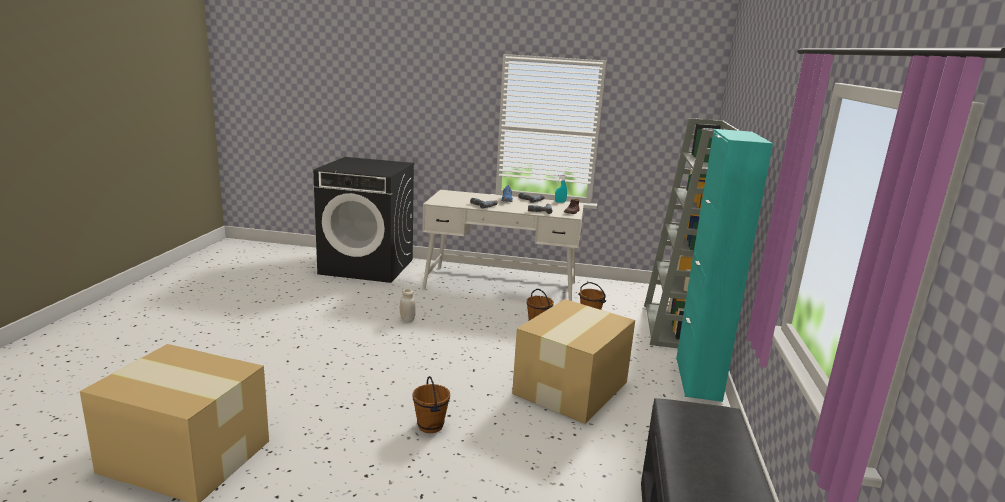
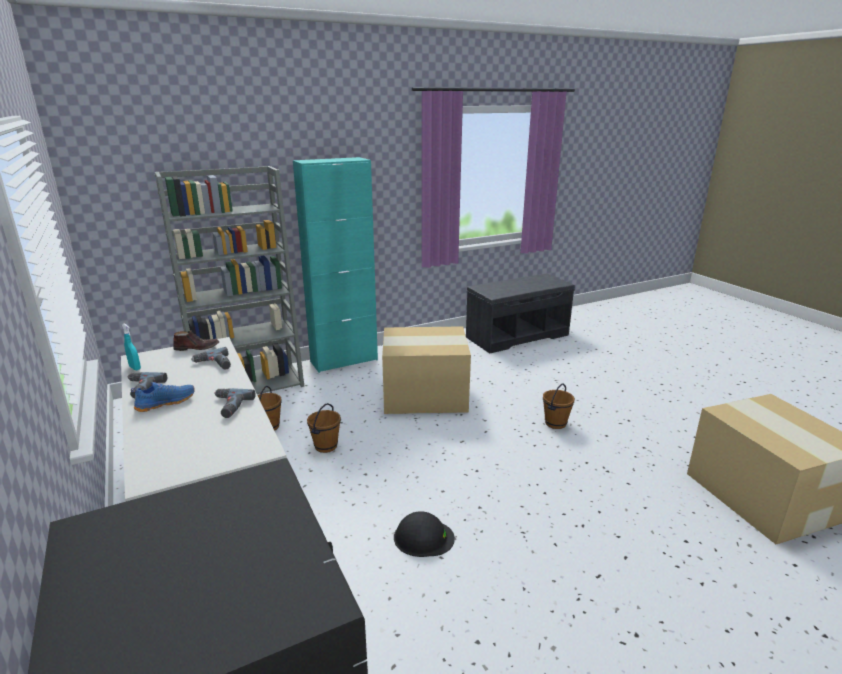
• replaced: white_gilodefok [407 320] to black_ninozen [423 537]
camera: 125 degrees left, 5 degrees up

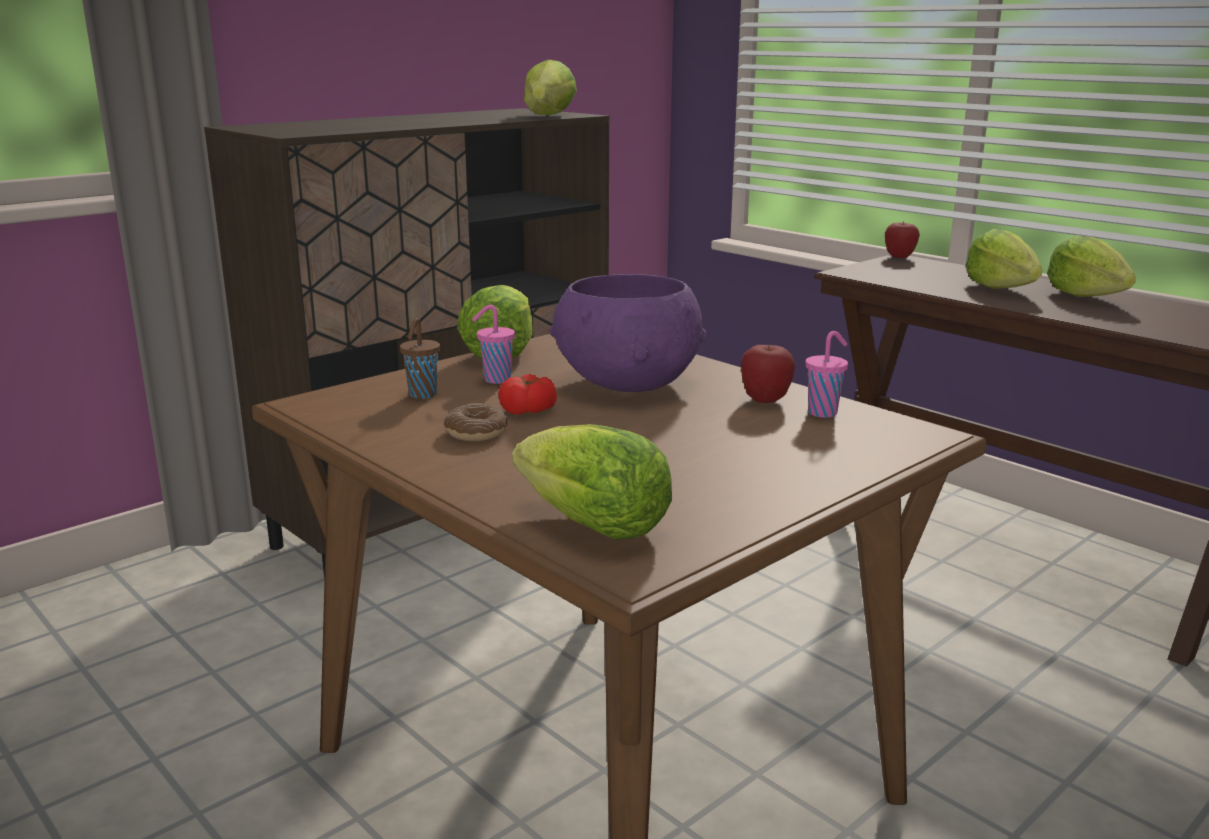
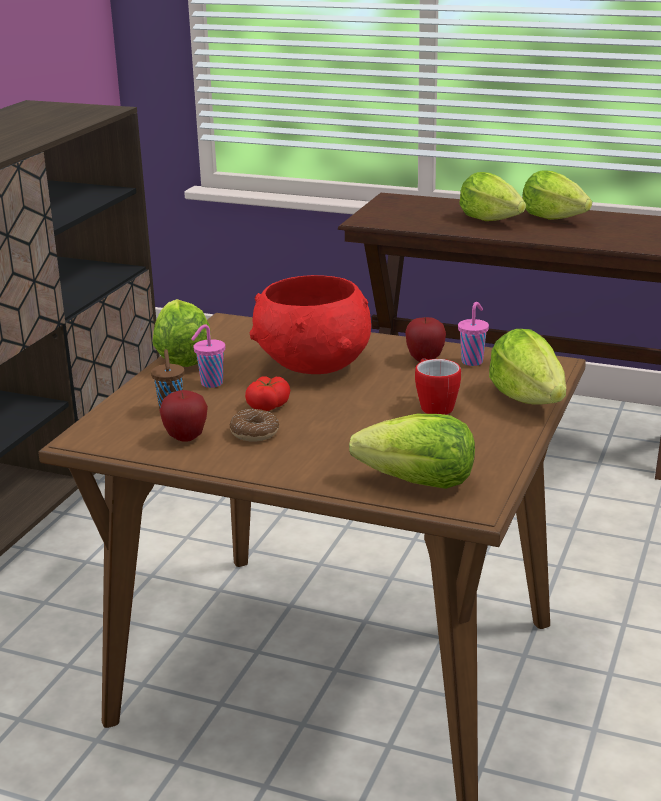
• moved: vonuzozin [548 116] to [528 398]
• recoloured: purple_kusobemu [627 383] to red_kusobemu [313 365]
• moved: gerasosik [899 257] to [186 438]
• added: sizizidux [433 406]
camera: 25 degrees left, 5 degrees up

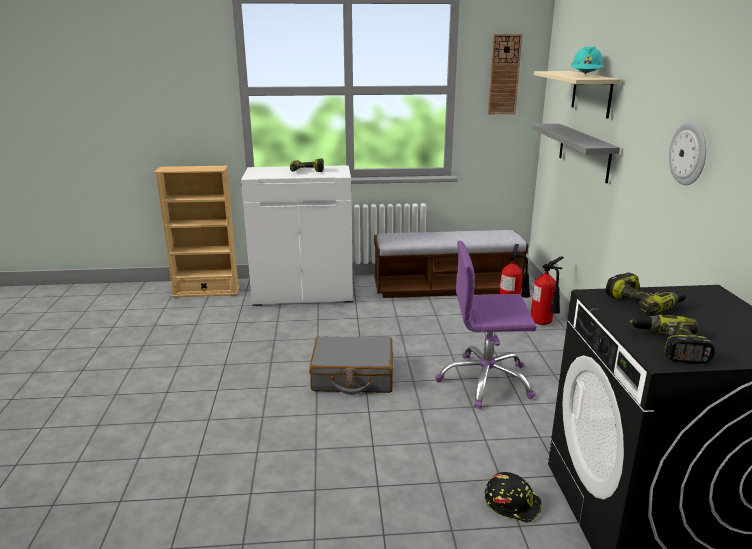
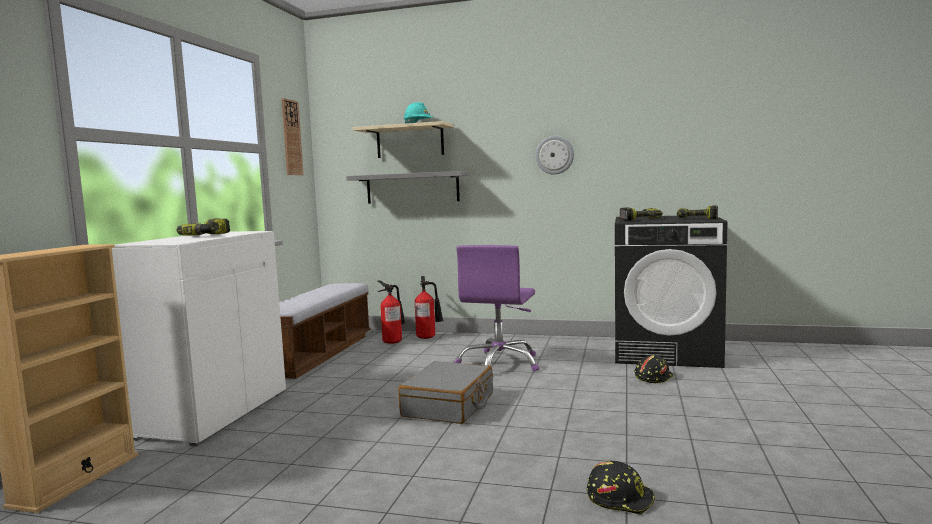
• added: black_ninozen [620 498]
camera: 70 degrees left, 15 degrees down

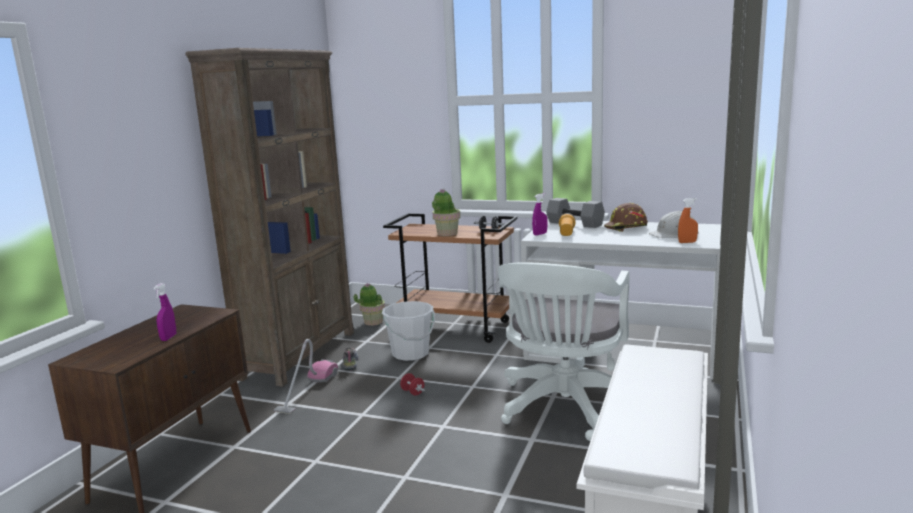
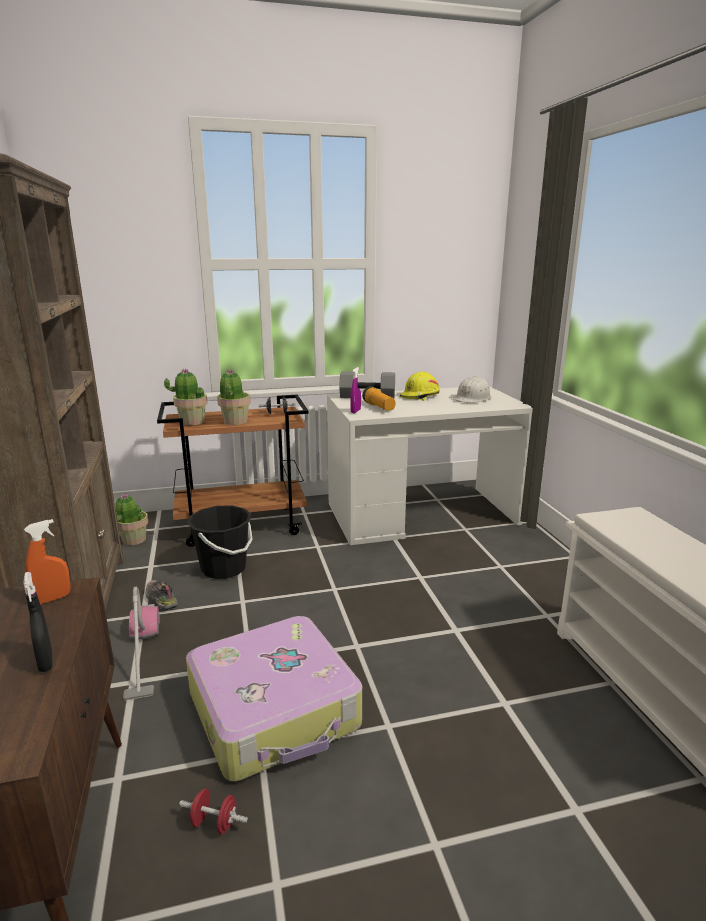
• recoloured: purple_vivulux [168 338] to black_vivulux [45 662]
• recoloured: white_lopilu [410 354] to black_lopilu [224 568]
• moved: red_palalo [412 392] to [214 823]
• removed: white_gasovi [563 408]
• recoloured: brown_ninozen [625 228] to yellow_ninozen [420 396]
• moved: orange_vivulux [687 242] to [52 599]
• added: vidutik [192 421]
• added: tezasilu [275 710]
camera: 35 degrees left, 5 degrees up

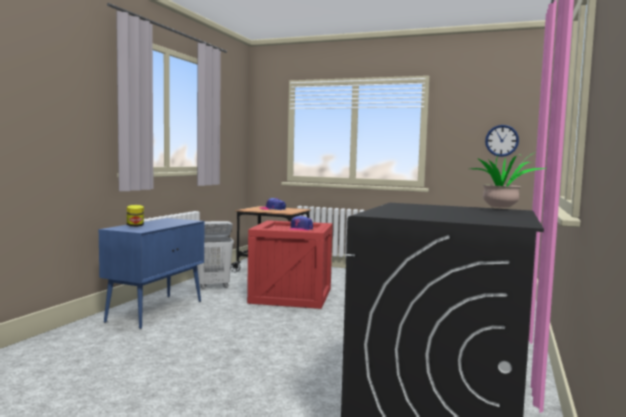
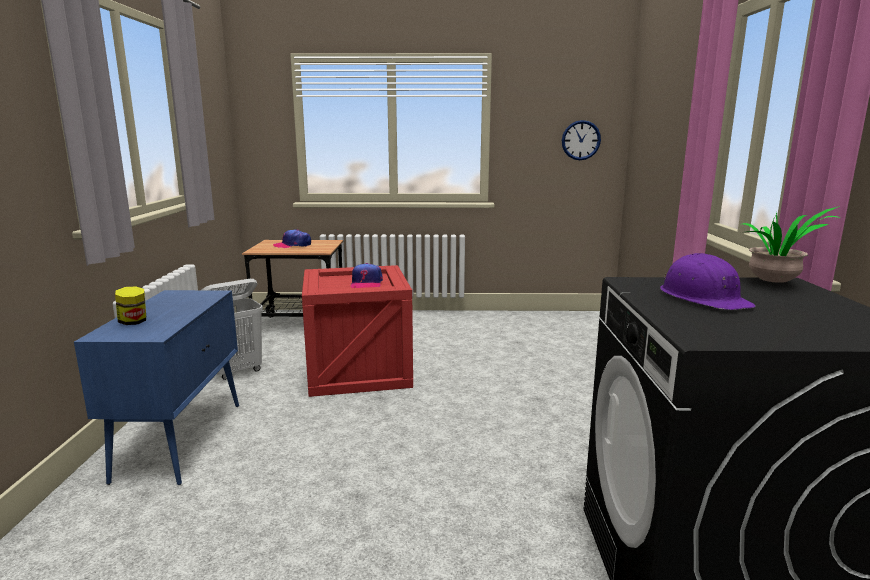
• added: purple_ninozen [703 297]
camera: 20 degrees left, 10 degrees up

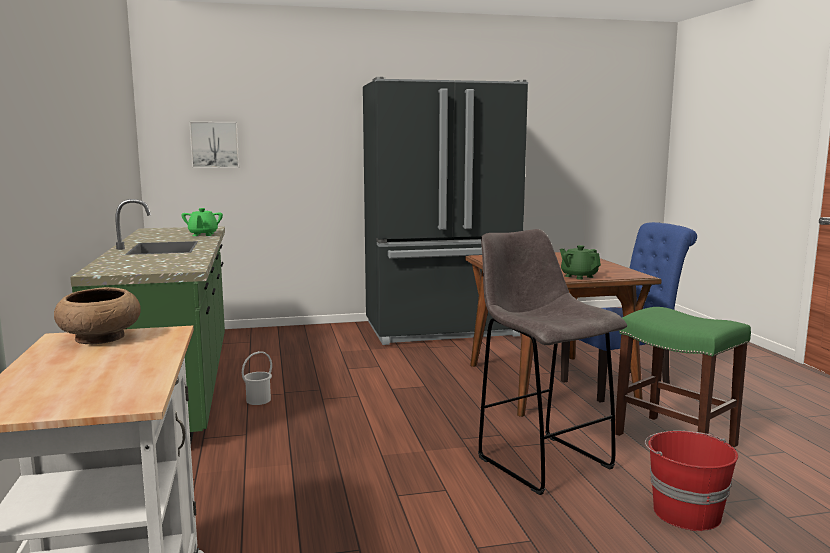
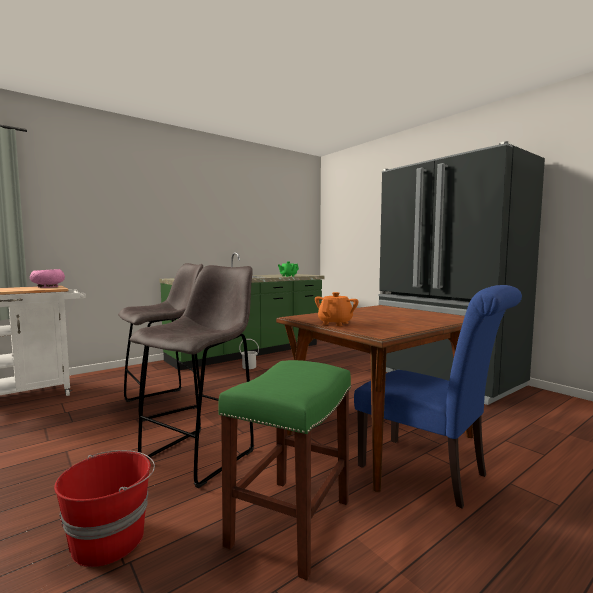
• recoloured: brown_kusobemu [101 338] to pink_kusobemu [48 287]
• removed: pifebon [214 144]
• recoloured: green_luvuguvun [578 276] to orange_luvuguvun [335 323]
• added: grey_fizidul [165 403]
camera: 65 degrees right, 5 degrees down

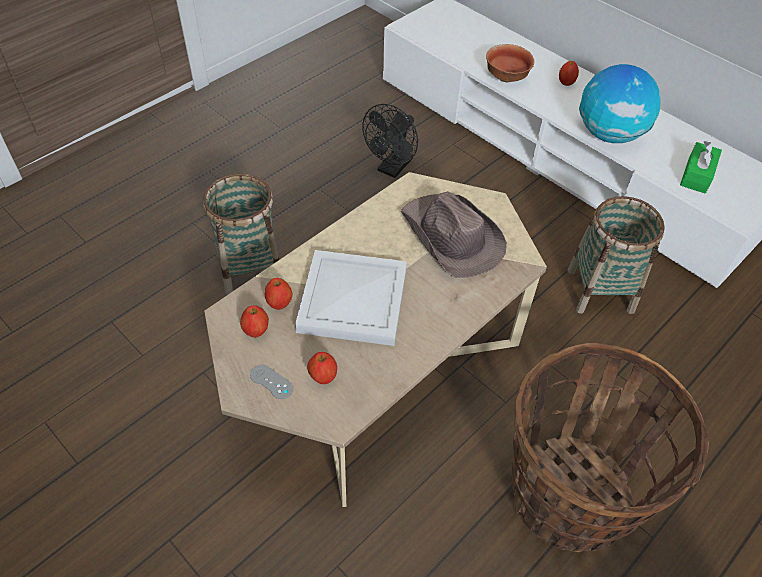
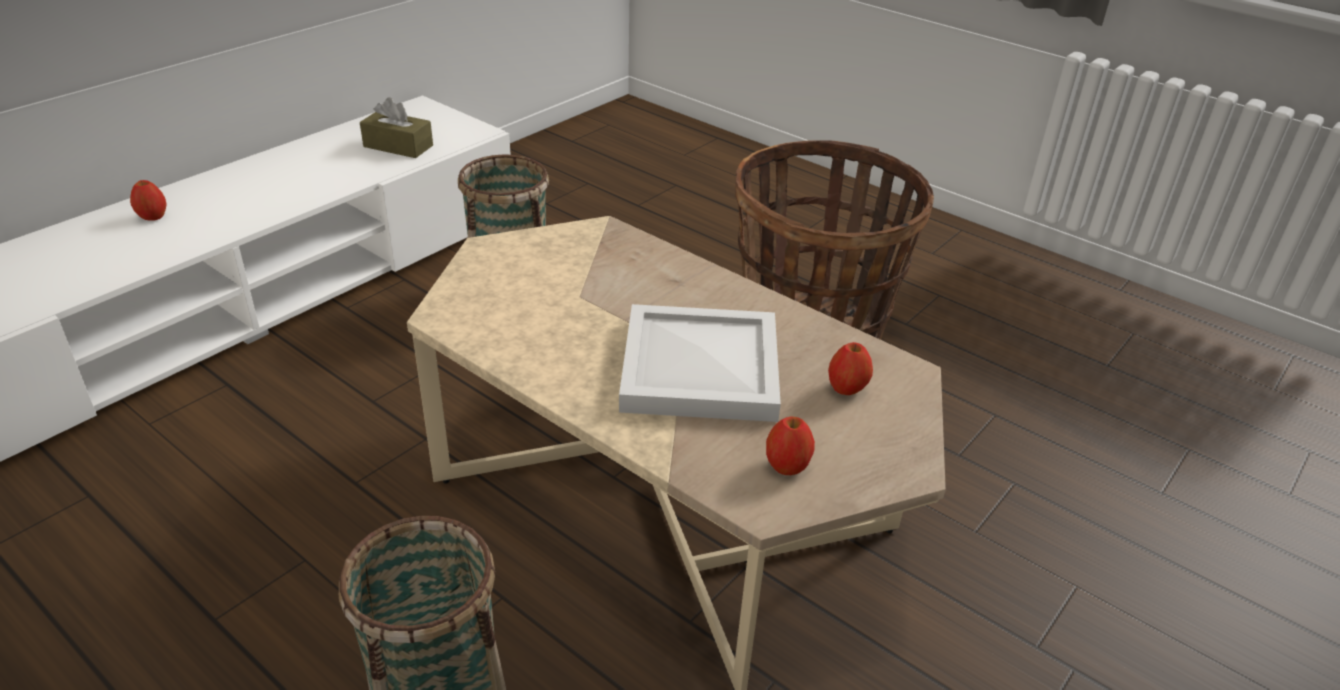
• removed: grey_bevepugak [271 382]
• removed: gerasosik [279 303]
• removed: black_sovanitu [392 169]
• removed: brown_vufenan [451 237]
• removed: kusobemu [507 77]
• removed: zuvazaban [609 134]
• recoloured: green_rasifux [697 175] to brown_rasifux [398 146]
camera: 95 degrees left, 15 degrees down

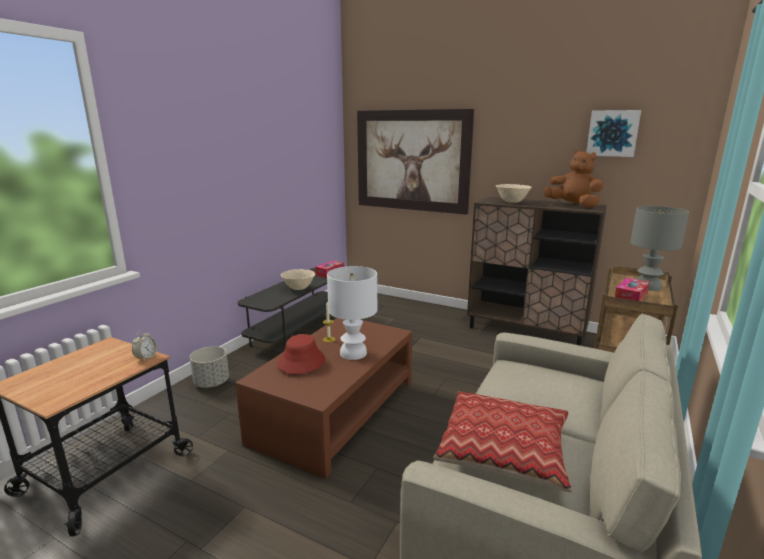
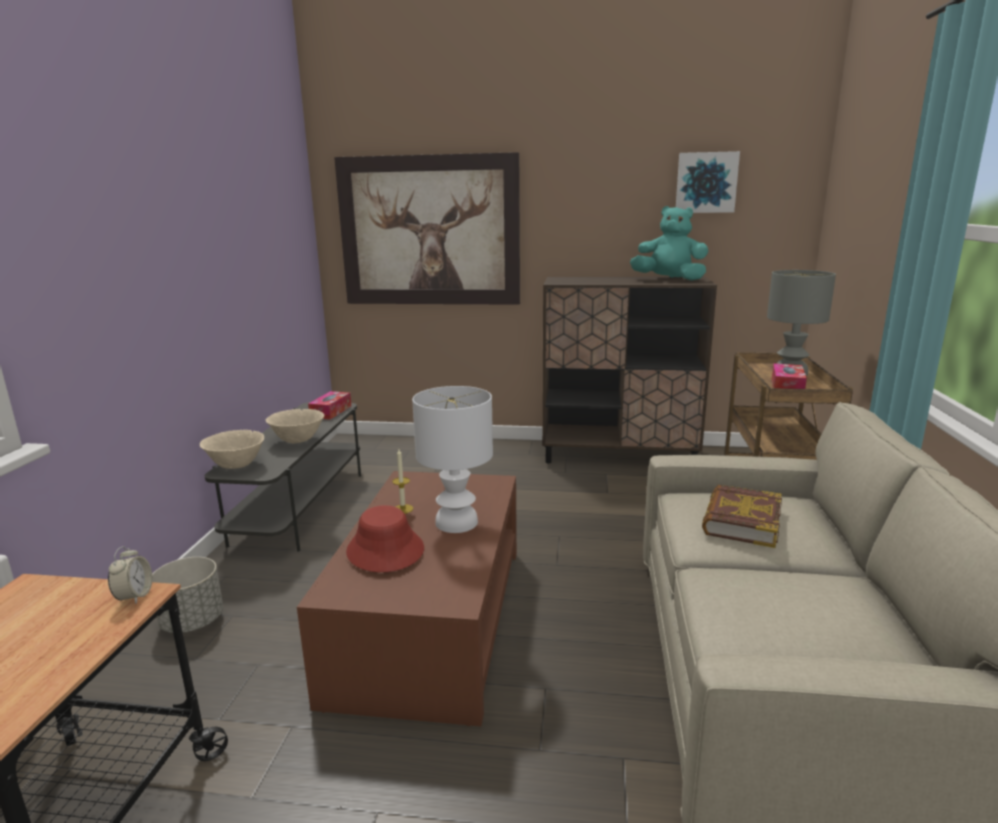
• removed: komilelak [504 449]
• moved: beige_kusobemu [511 202] to [236 466]
• recoloured: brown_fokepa [572 205] to turquoise_fokepa [669 279]
• added: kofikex [741 521]
camera: 20 degrees left, 0 degrees up

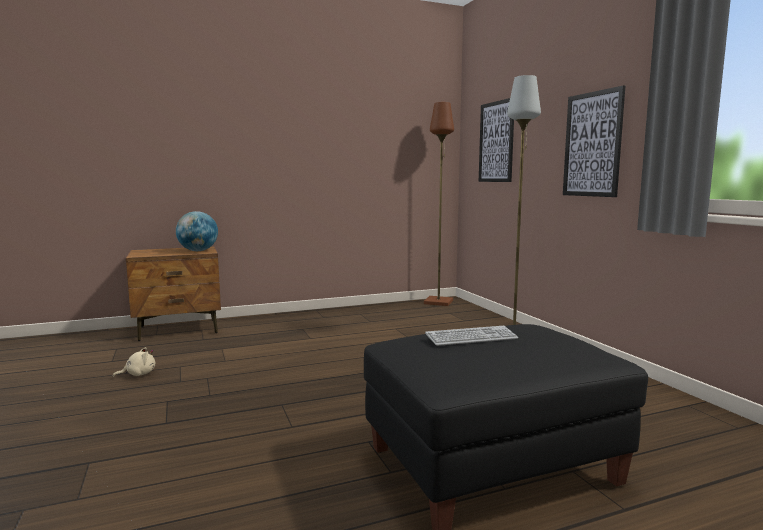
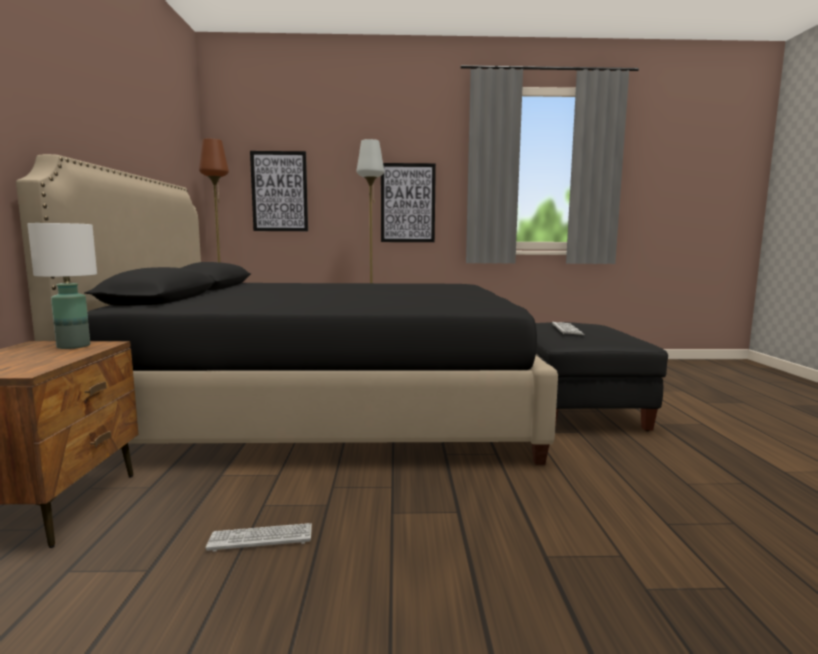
• replaced: beige_fokepa [138 374] to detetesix [261 538]
• replaced: zuvazaban [198 251] to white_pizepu [73 346]
• added: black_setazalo [327 410]
camera: 70 degrees left, 0 degrees up

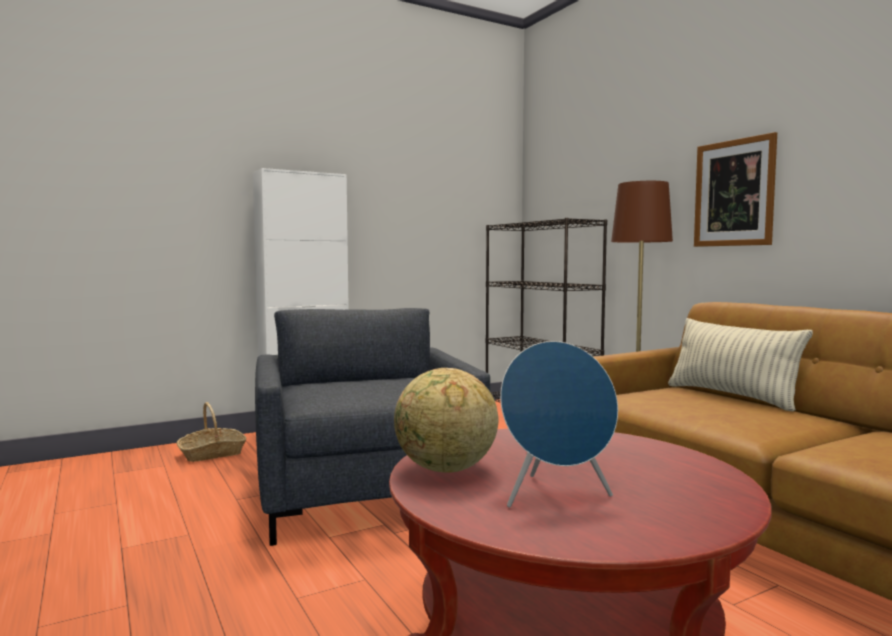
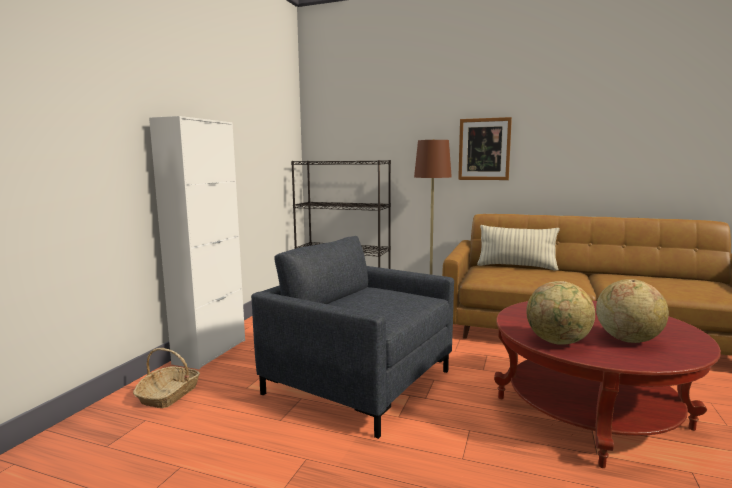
• replaced: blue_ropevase [556 497] to zuvazaban [627 339]
camera: 40 degrees left, 5 degrees up

